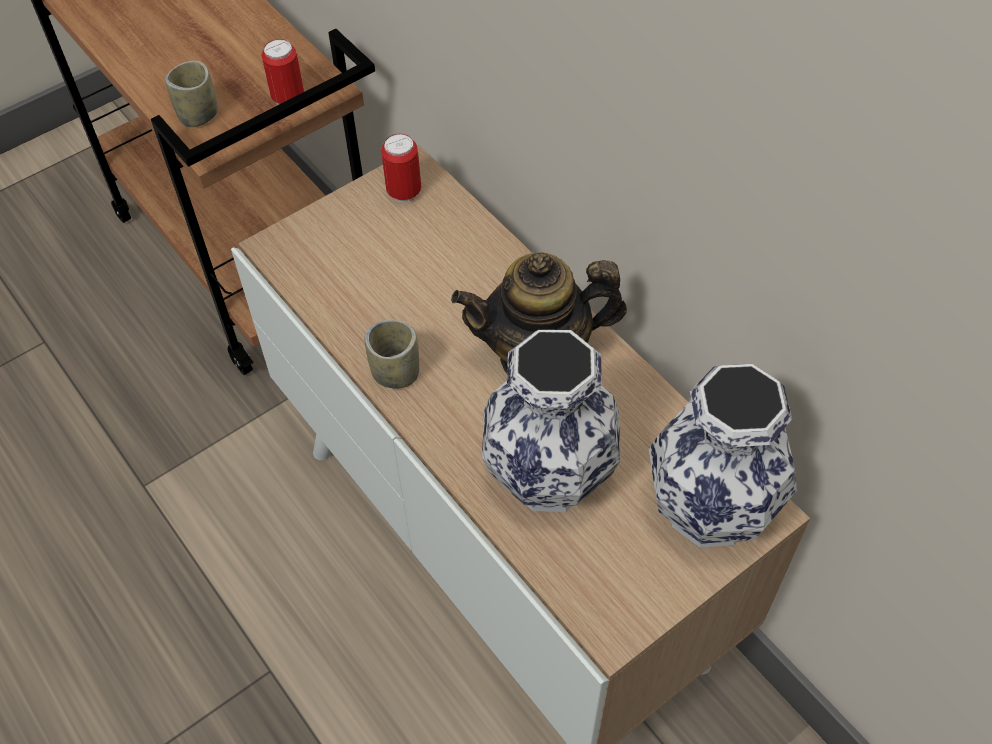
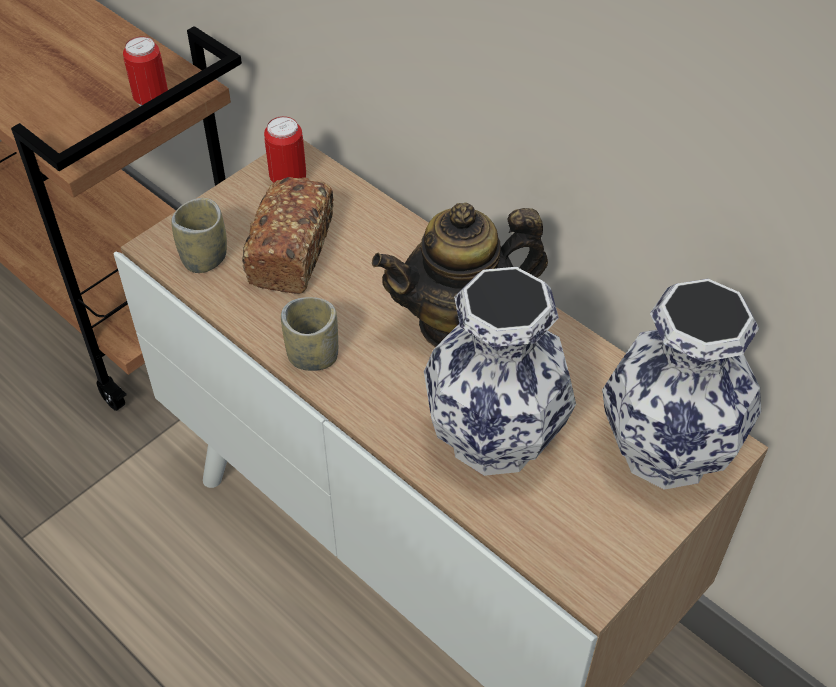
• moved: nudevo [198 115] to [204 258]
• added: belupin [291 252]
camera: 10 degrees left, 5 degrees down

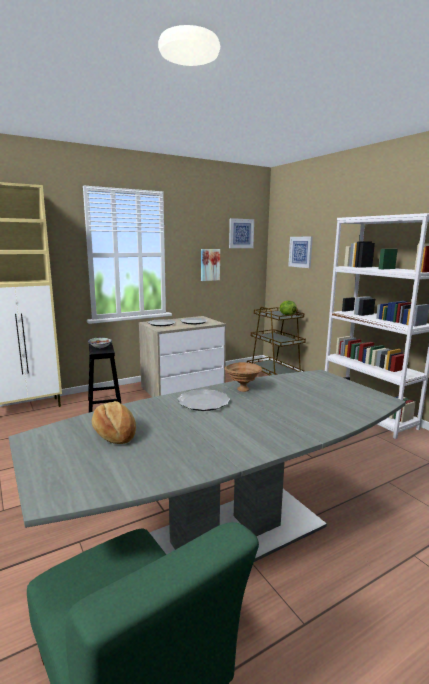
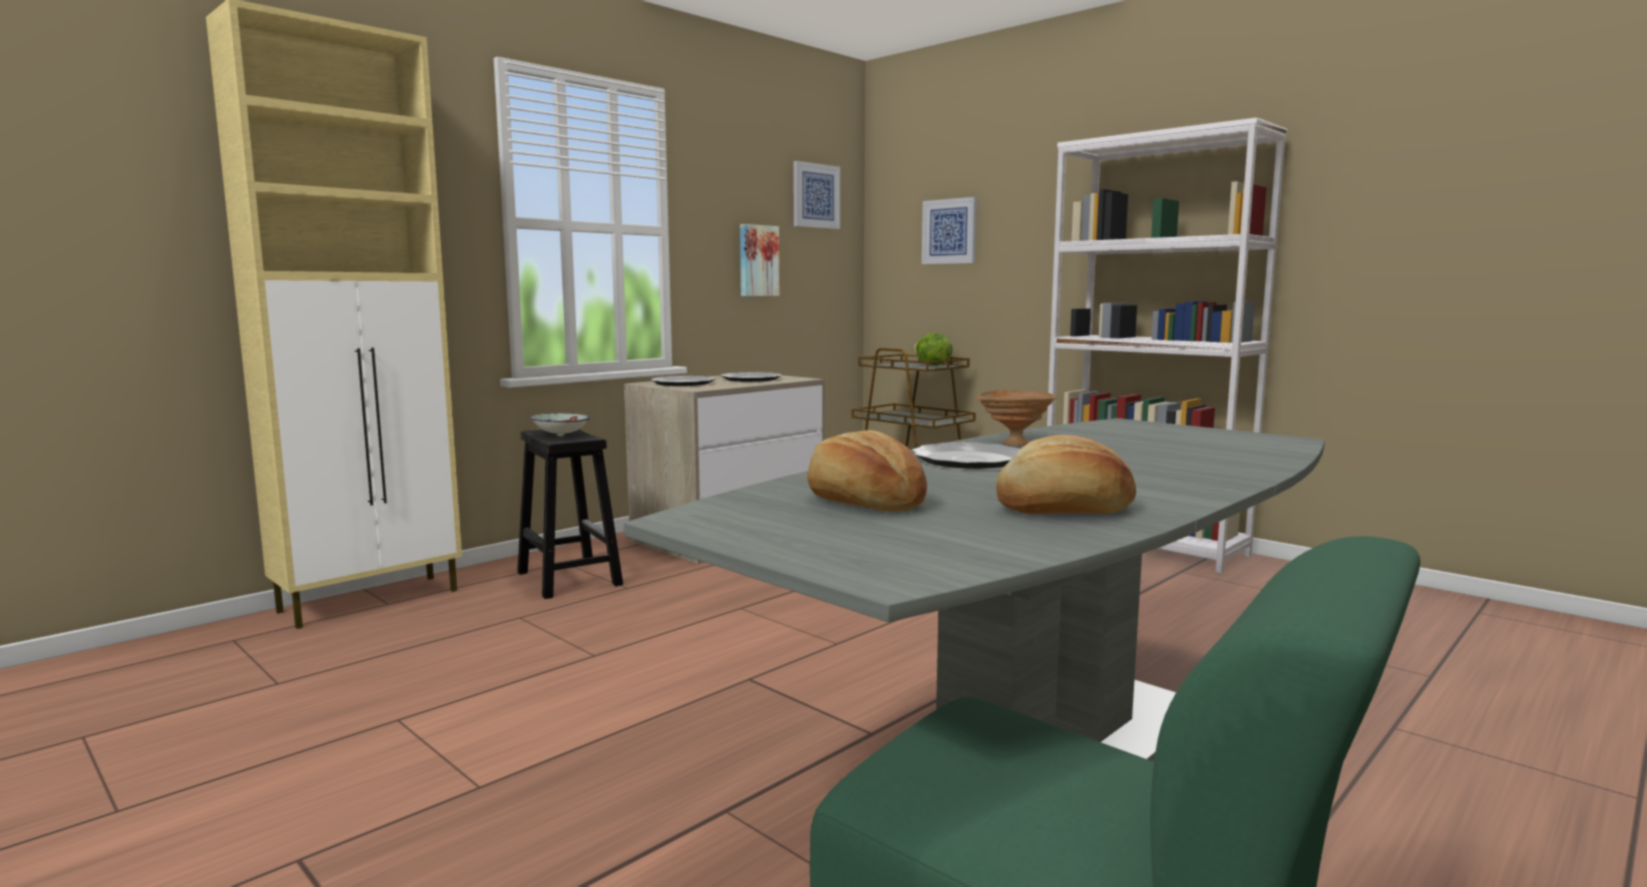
• added: belupin [1065 510]
camera: 15 degrees left, 5 degrees down

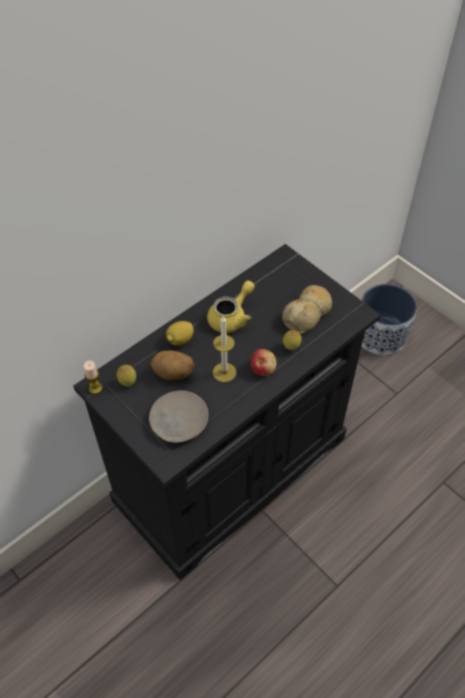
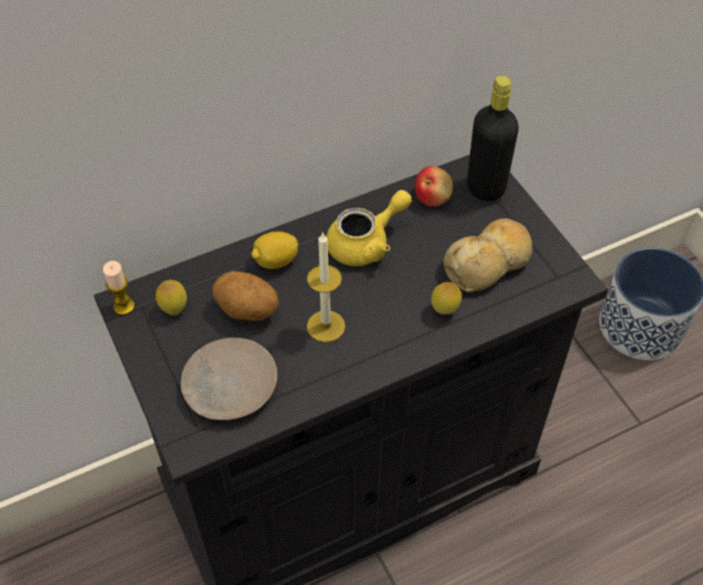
• moved: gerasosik [263 368] to [432 197]
• added: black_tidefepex [485 188]
camera: 15 degrees right, 0 degrees up

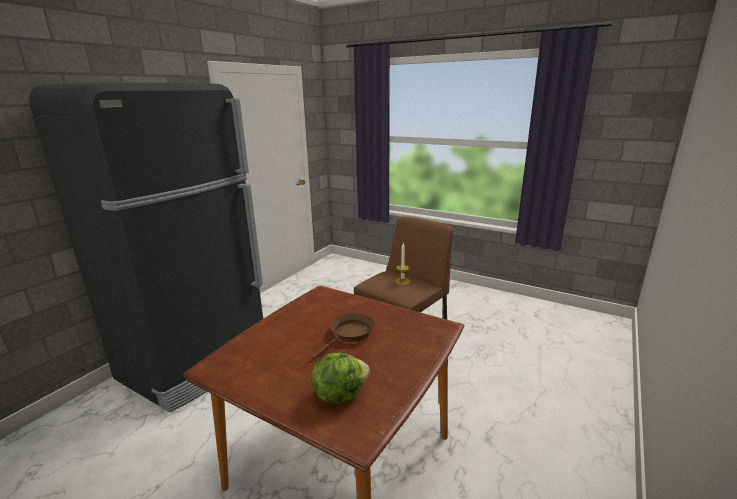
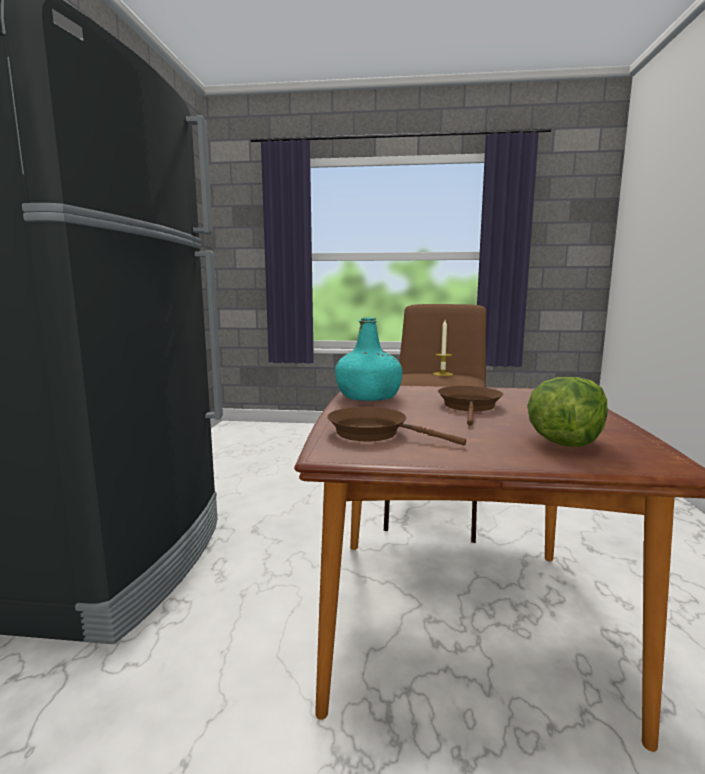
• added: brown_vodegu [374 433]
• added: turquoise_tidefepex [369 397]
camera: 25 degrees left, 10 degrees down

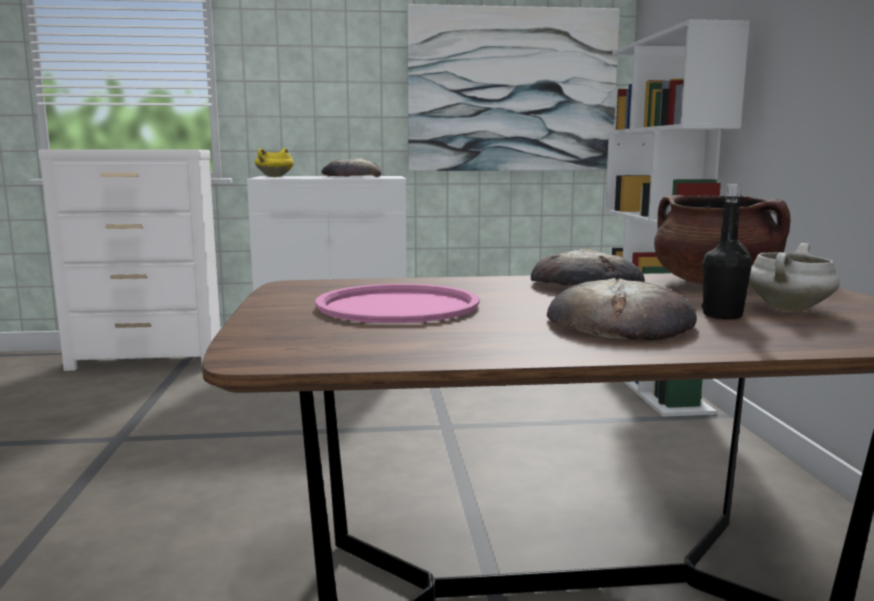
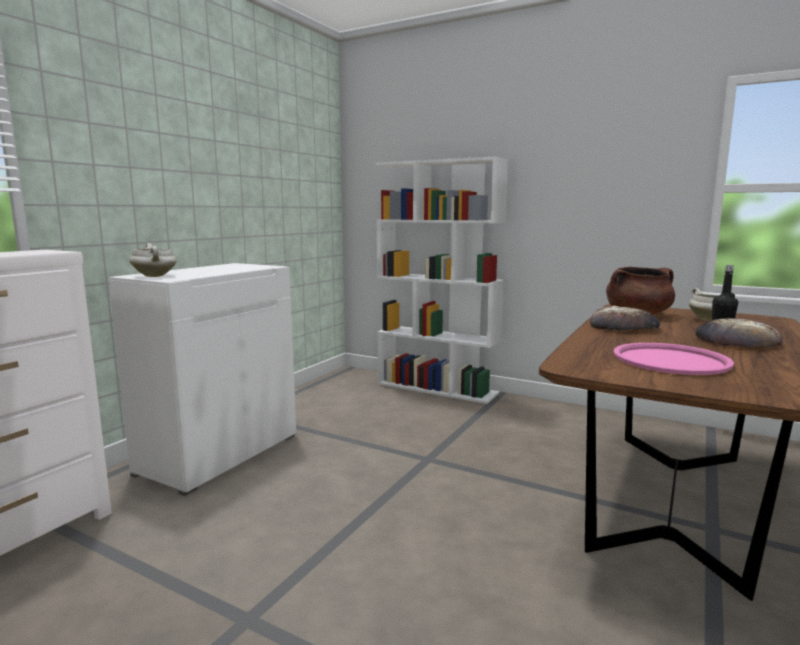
• recoloured: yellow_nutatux [274 177] to white_nutatux [155 276]
• removed: belupin [351 176]
• removed: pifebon [512 90]
camera: 55 degrees left, 0 degrees up

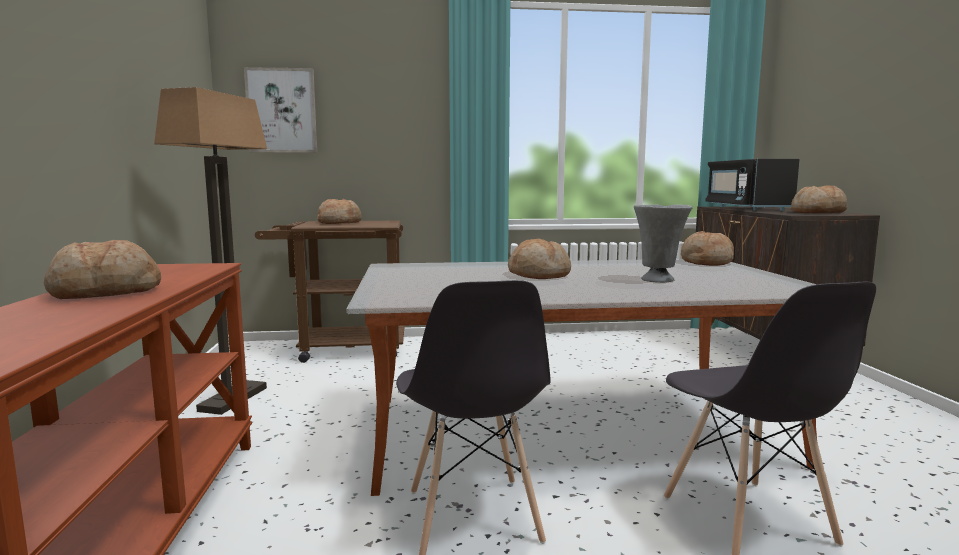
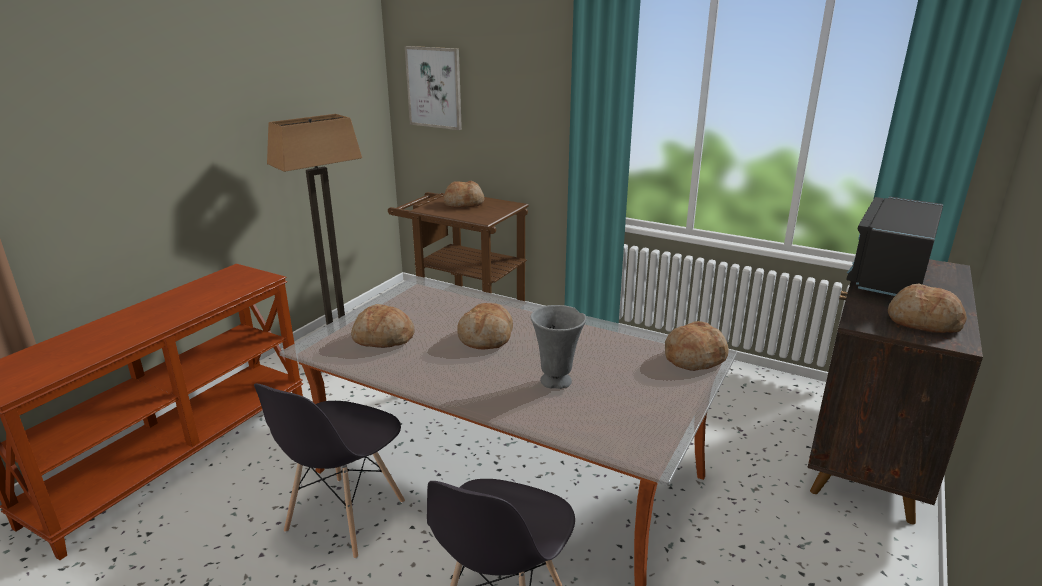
• moved: belupin [105 292] to [383 338]
camera: 35 degrees right, 15 degrees up

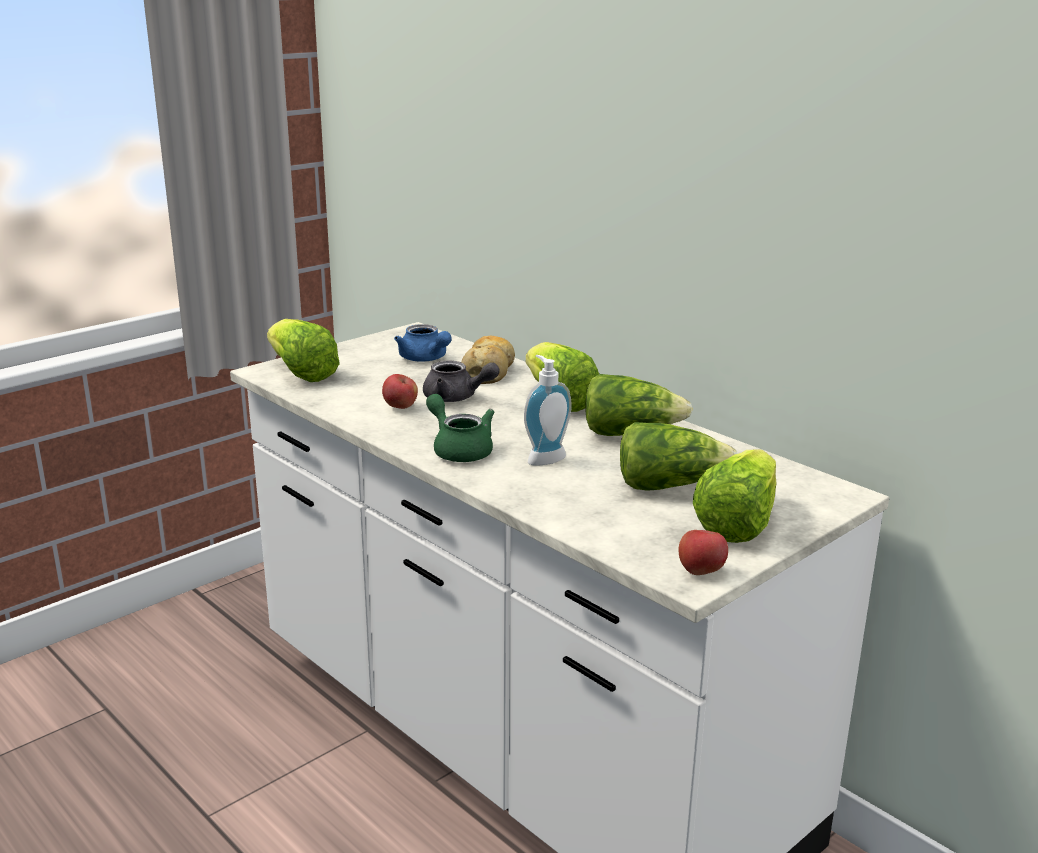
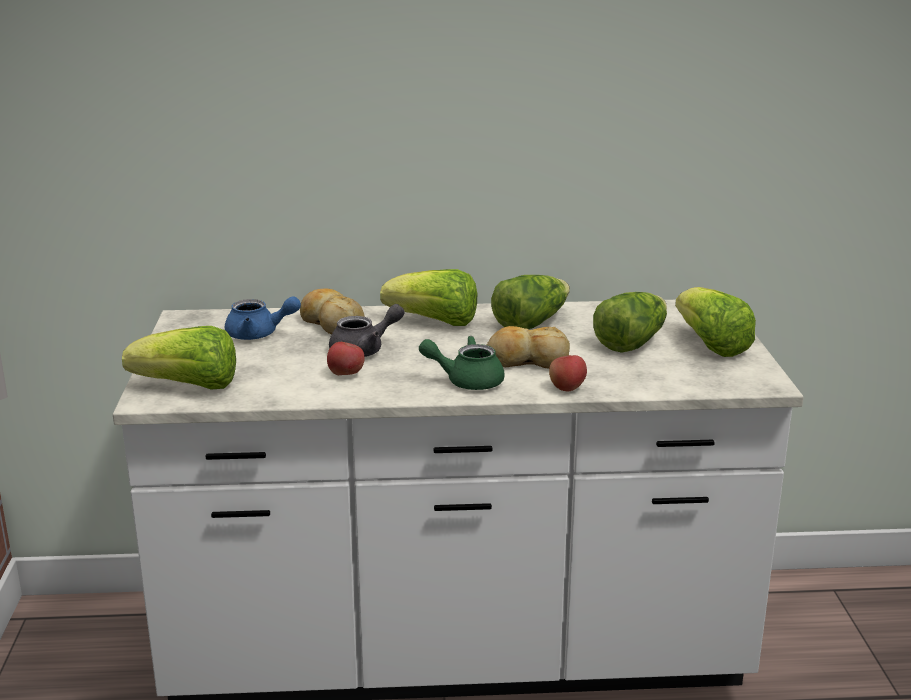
• replaced: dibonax [544 457] to belupin [527 360]
• moved: gerasosik [701 571] to [567 388]
camera: 50 degrees left, 0 degrees up

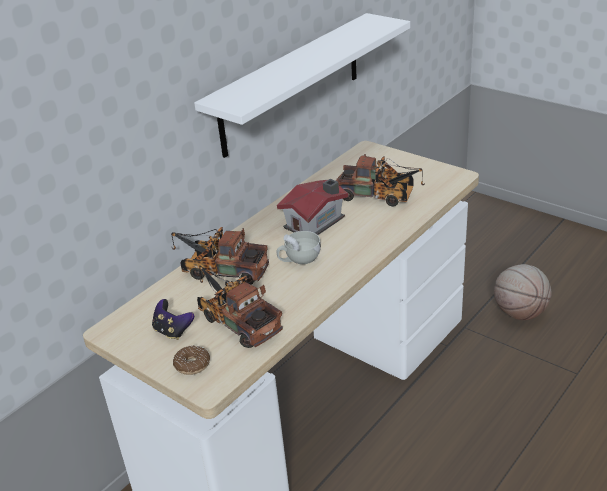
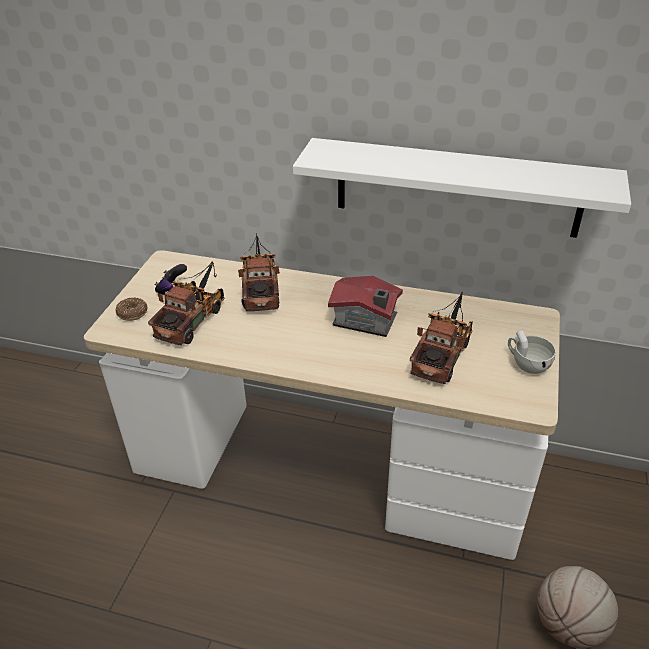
• moved: white_nudevo [299 259] to [526 363]
• turned: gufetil [380 196] = [443 352] 150 degrees counterclockwise
camera: 65 degrees right, 5 degrees up

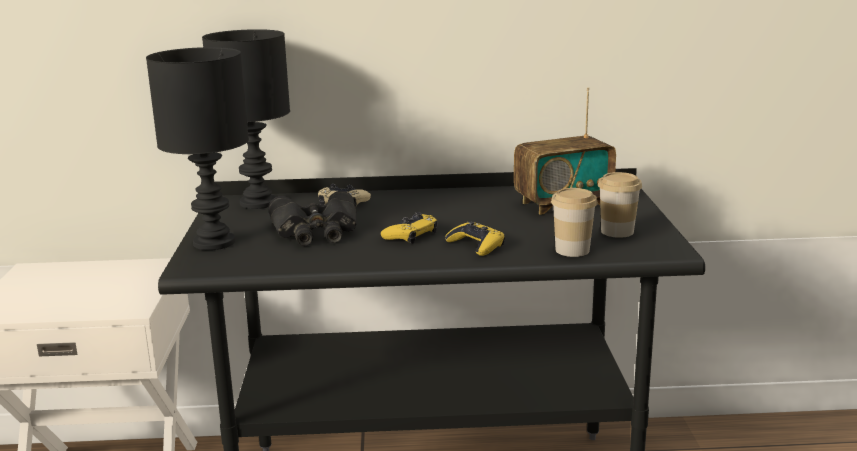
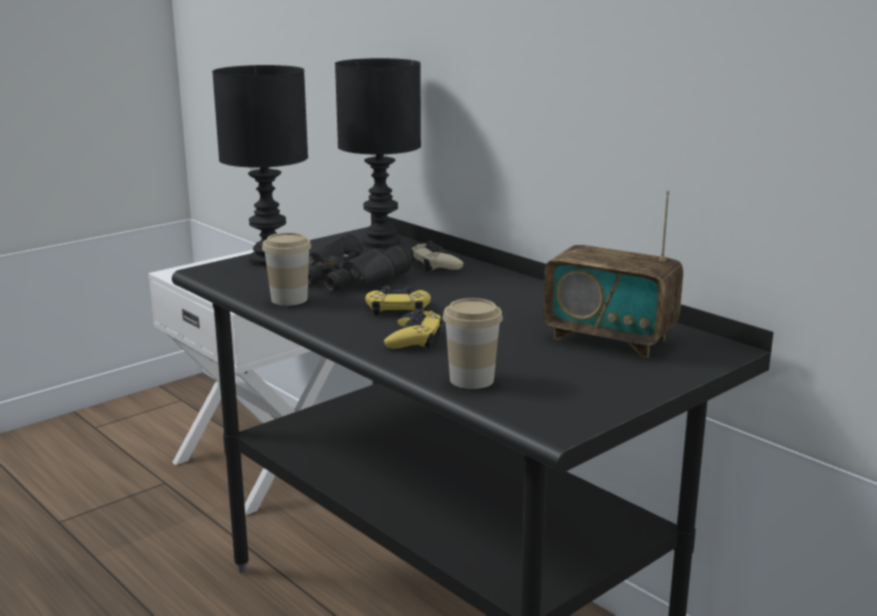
• moved: nudevo [617 231] to [289 299]
camera: 50 degrees right, 0 degrees up

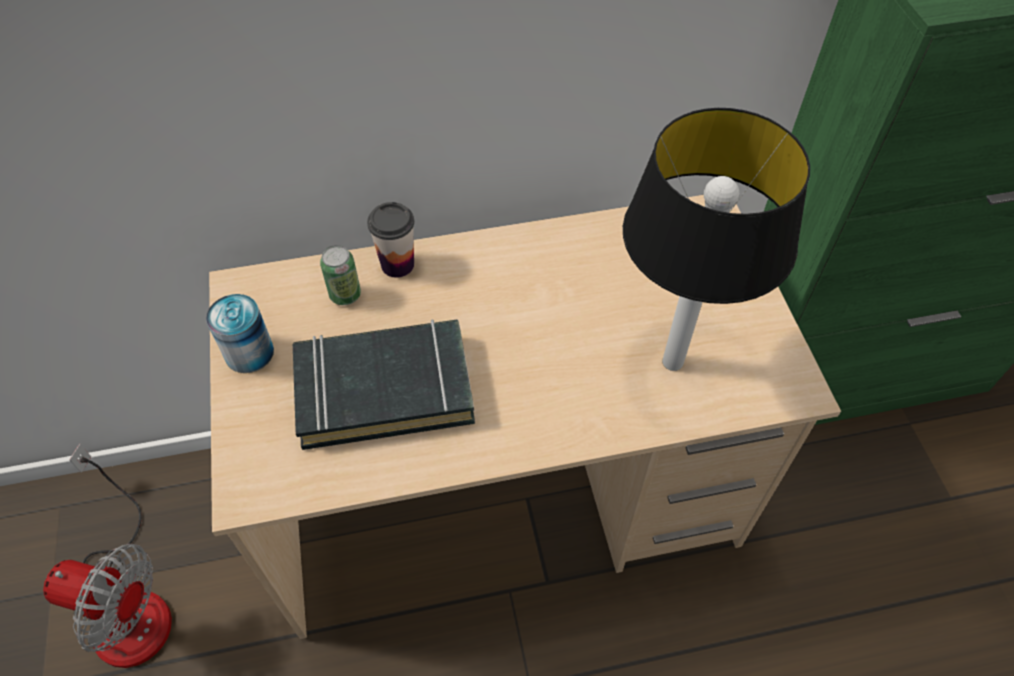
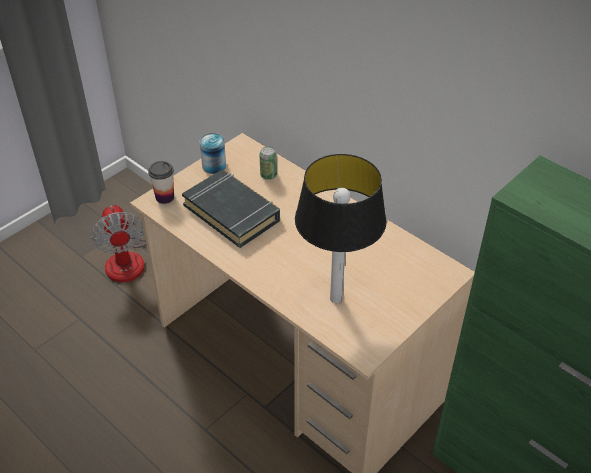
• moved: nudevo [397 264] to [165 197]
camera: 55 degrees right, 10 degrees down

